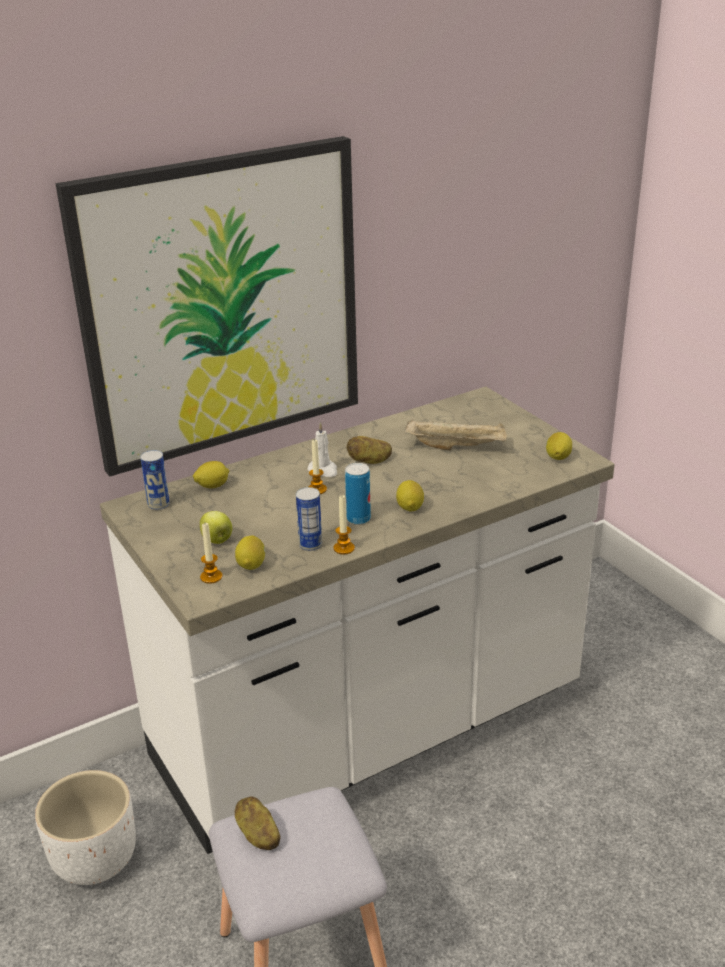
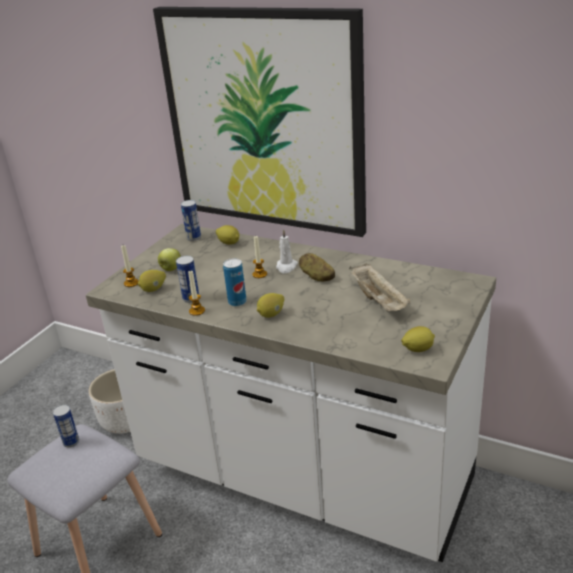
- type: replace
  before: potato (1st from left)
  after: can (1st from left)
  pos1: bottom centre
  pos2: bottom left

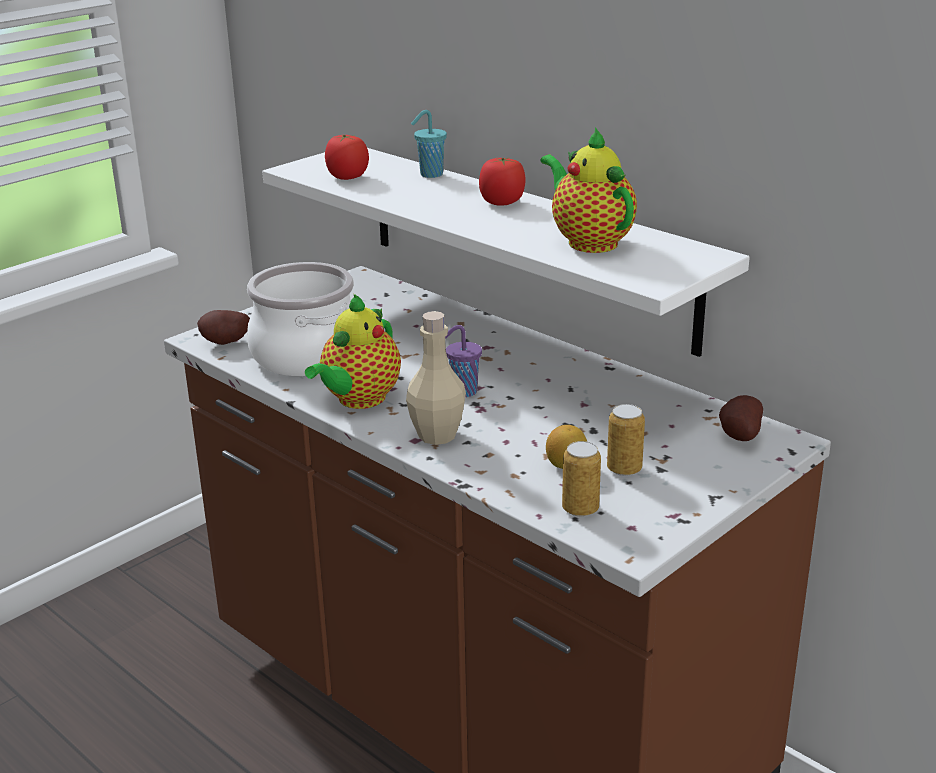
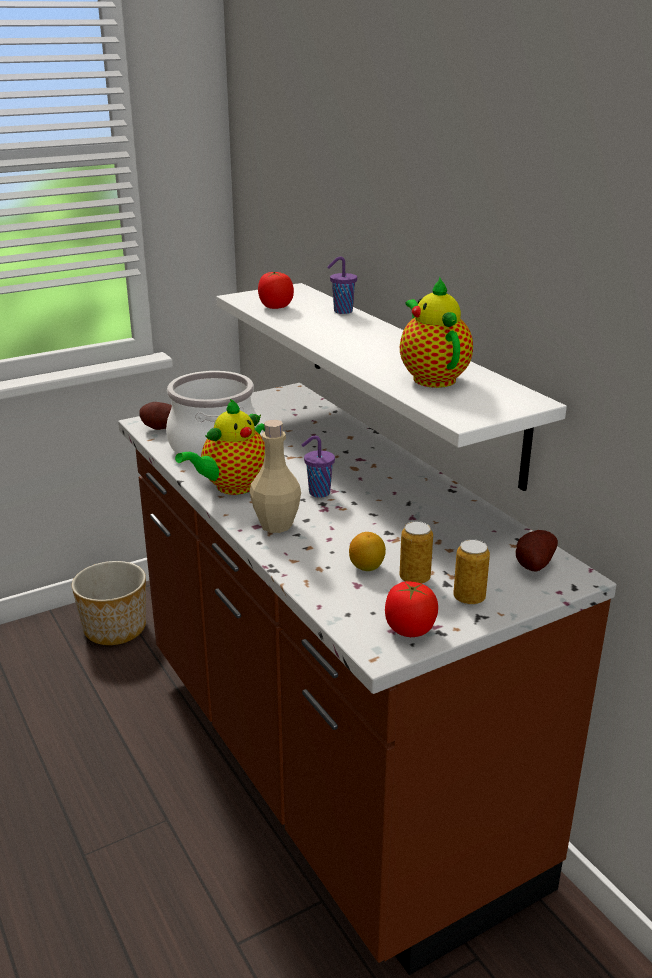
- type: insert
  after: planter
  pos2: middle left
- type: move
  before: tomato (2nd from left)
  pos1: top centre
  pos2: centre
- type: move
  before: can (1st from left in the first image)
  after: can (2nd from left)
  pos1: centre
  pos2: middle right
- type: recolor
  before: turquoise cup
  after: purple cup (2nd from left)
  pos1: top centre
  pos2: top centre

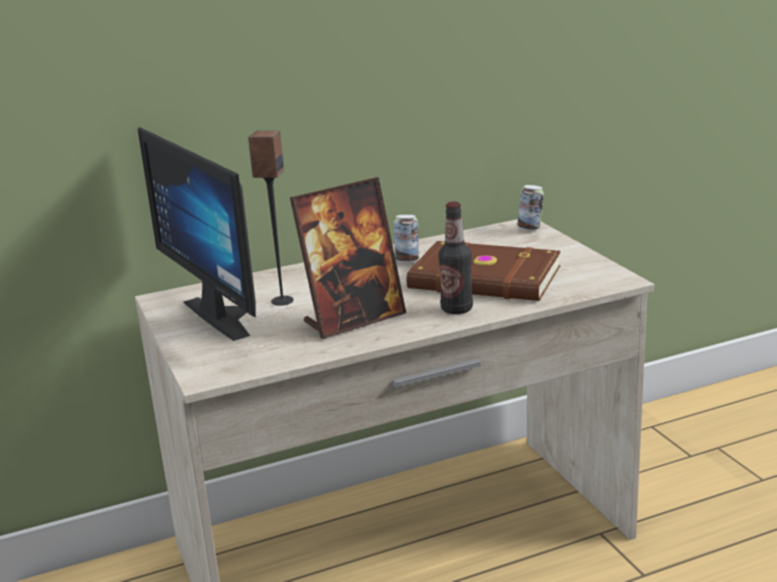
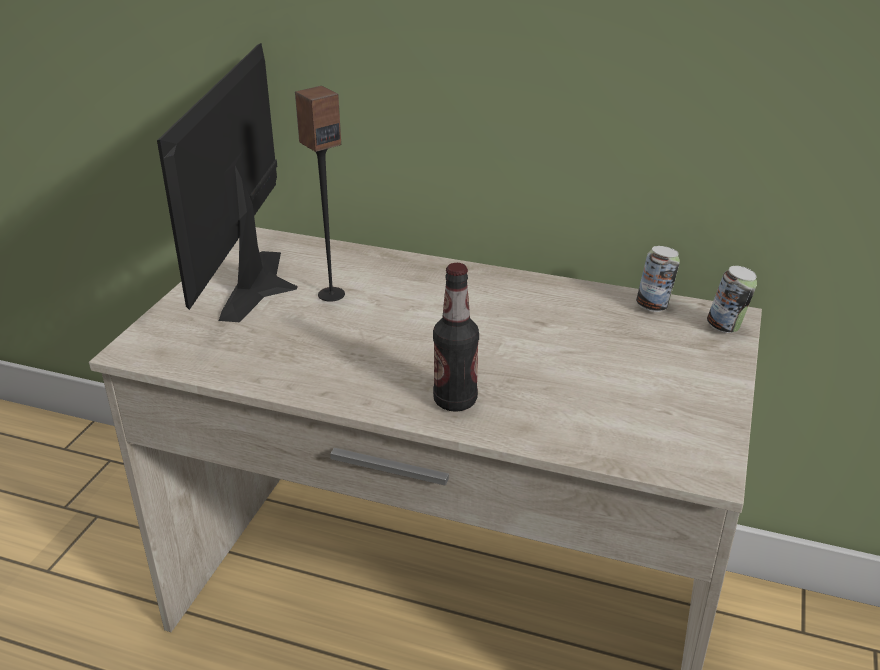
- type: delete
  before: picture frame
  pos1: centre
- type: delete
  before: brown book
  pos1: centre
- type: move
  before: can (1st from left)
  pos1: centre
  pos2: middle right

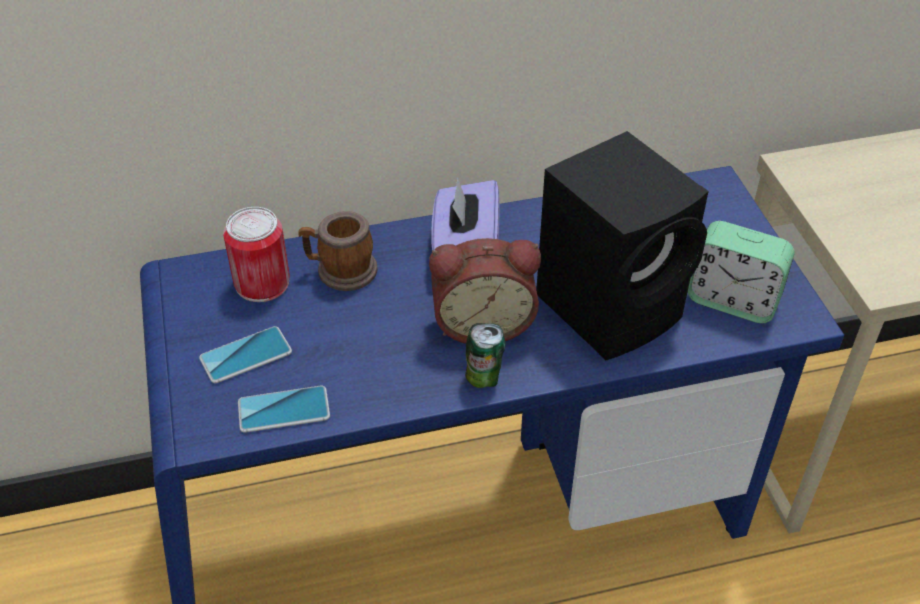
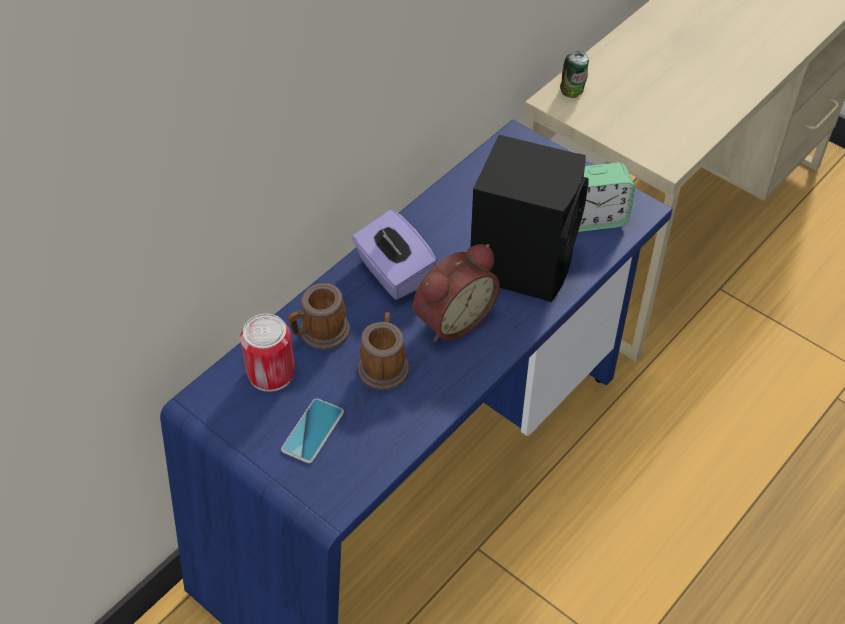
- type: delete
  before: phone (2nd from left)
  pos1: bottom left
- type: insert
  after: mug (2nd from left)
  pos2: centre
- type: move
  before: can (2nd from left)
  pos1: centre
  pos2: top right

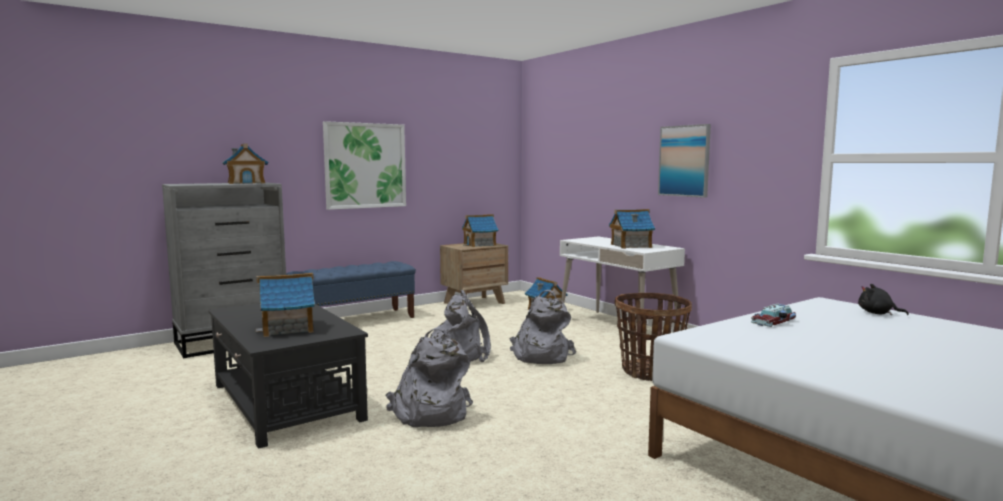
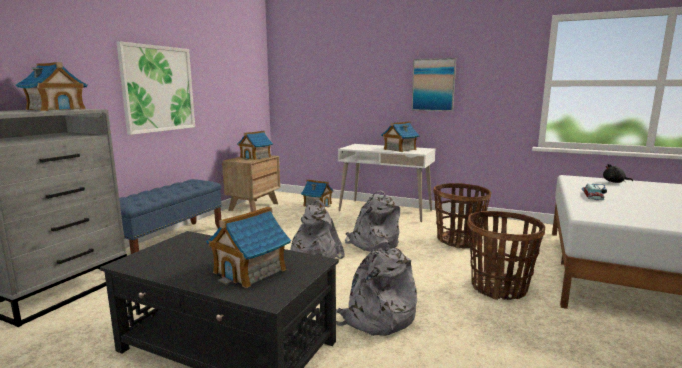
- type: insert
  after: basket (2nd from left)
  pos2: bottom right

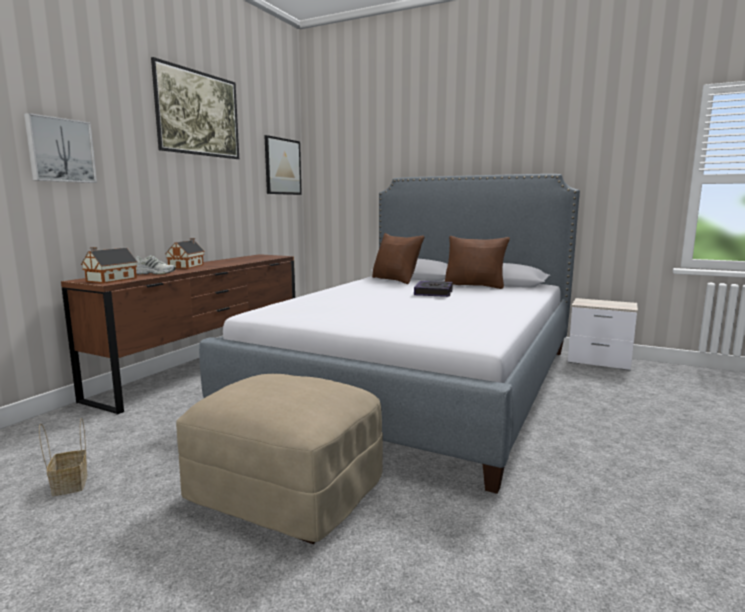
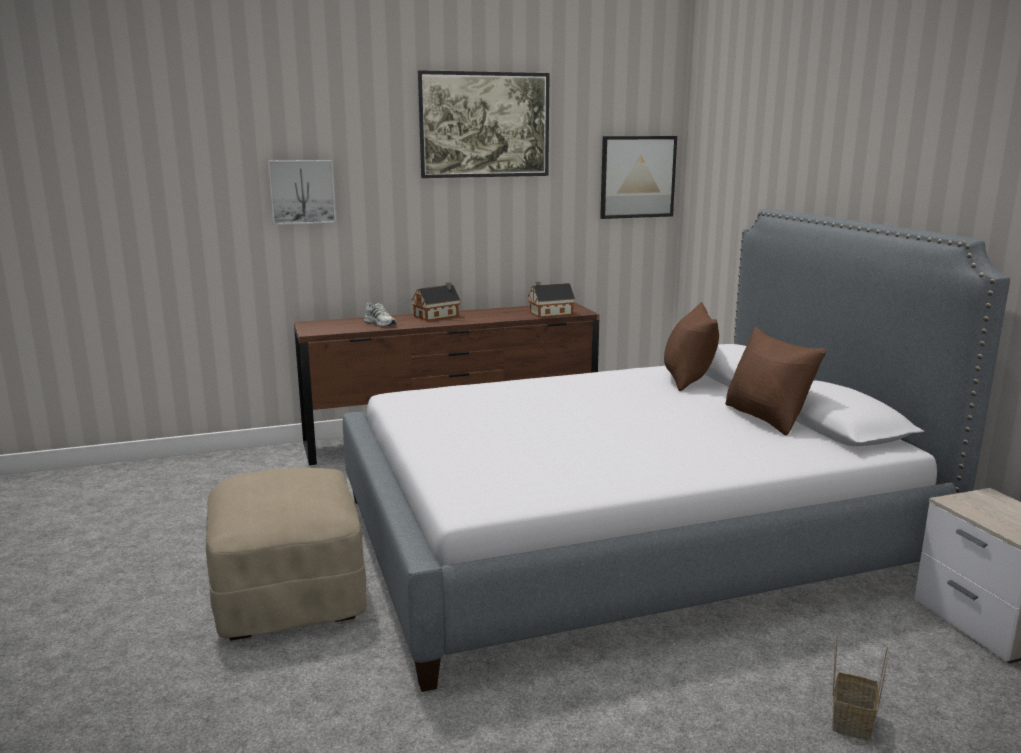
- type: delete
  before: book
  pos1: centre
- type: move
  before: basket
  pos1: bottom left
  pos2: bottom right
- type: move
  before: toy house (1st from left in the first image)
  after: toy house (2nd from left)
  pos1: middle left
  pos2: centre

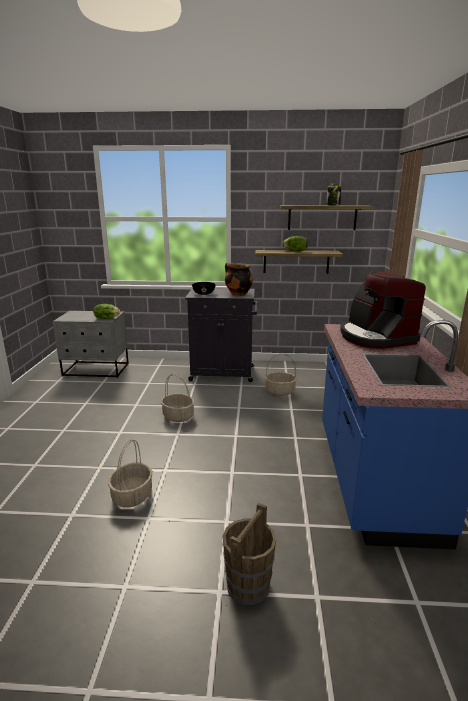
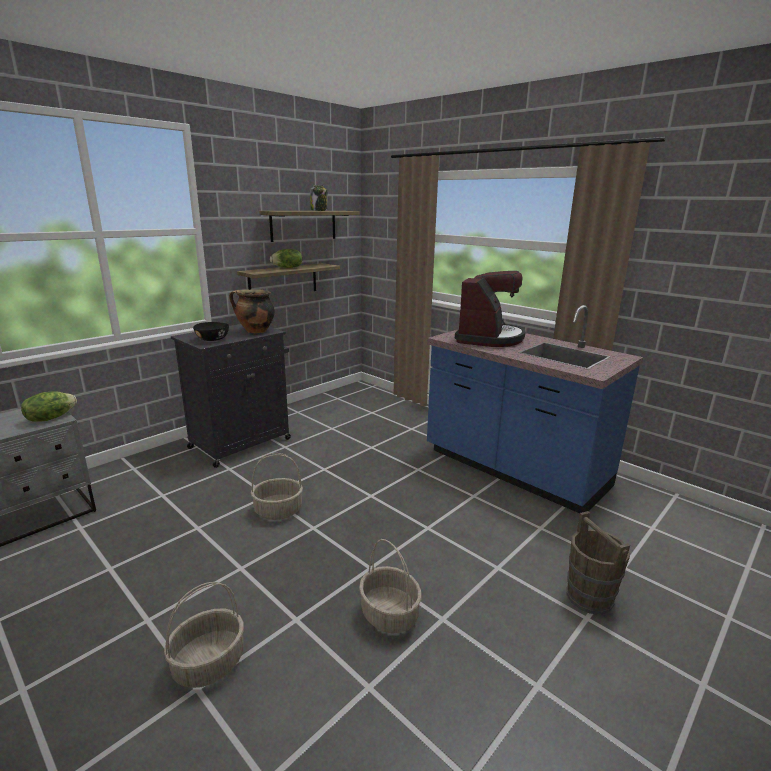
- type: move
  before: basket (3rd from left in the first image)
  after: basket (1st from left)
  pos1: centre
  pos2: bottom left
- type: rotate
  before: coffee machine
  pos1: middle right
  pos2: centre
  turn: -90

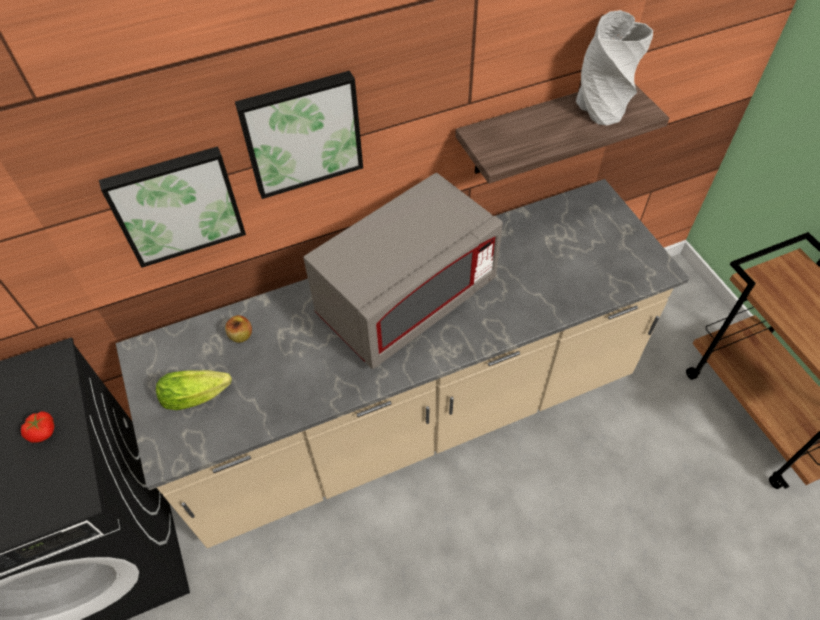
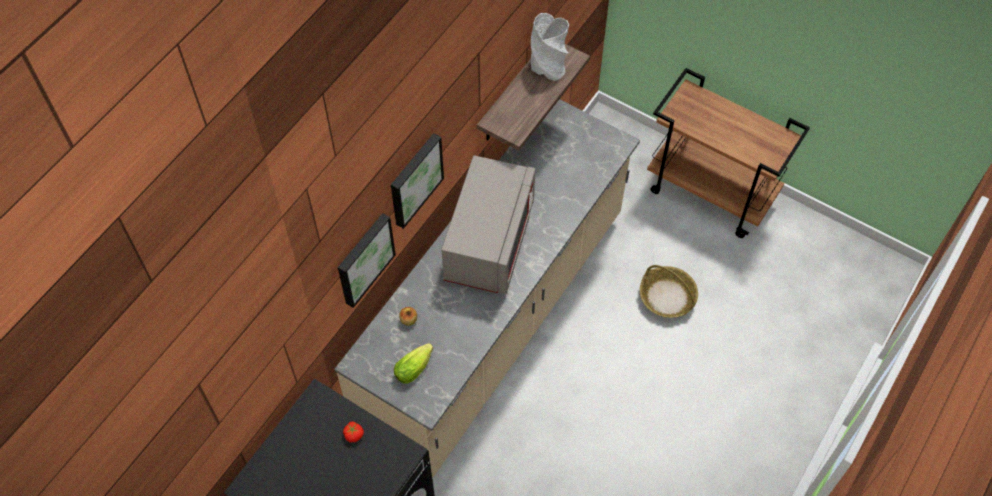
- type: insert
  after: basket
  pos2: middle right

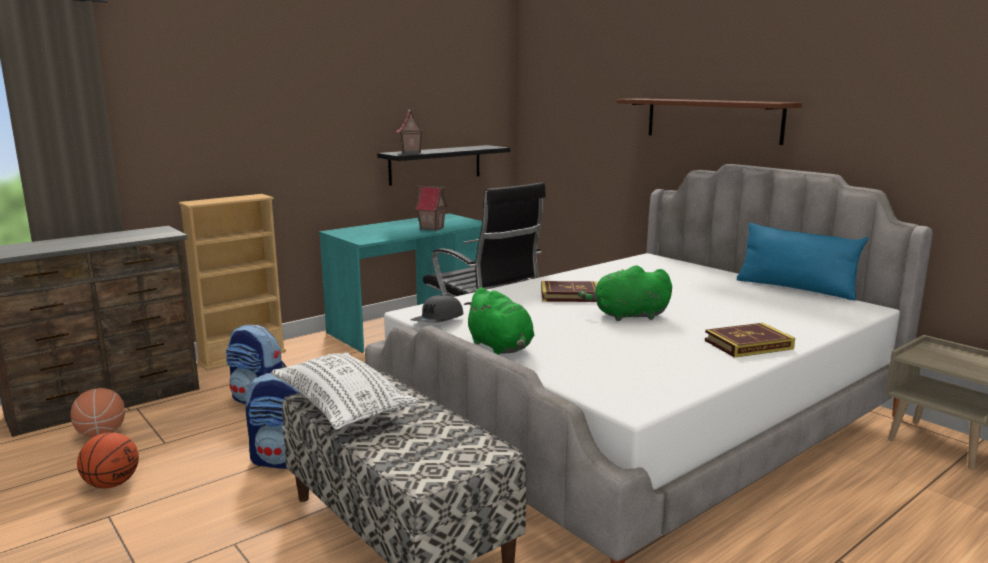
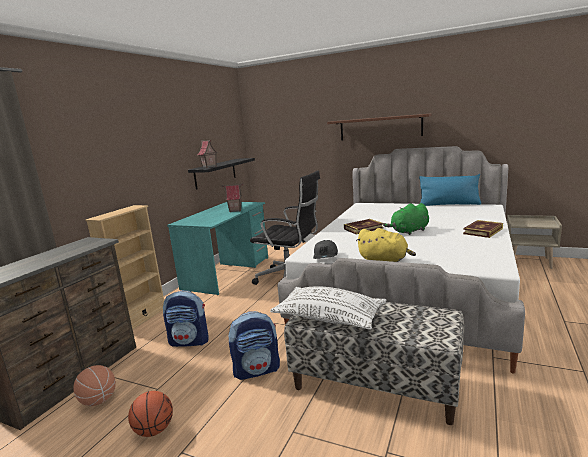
- type: recolor
  before: green plush toy (1st from left)
  after: yellow plush toy
  pos1: centre
  pos2: centre

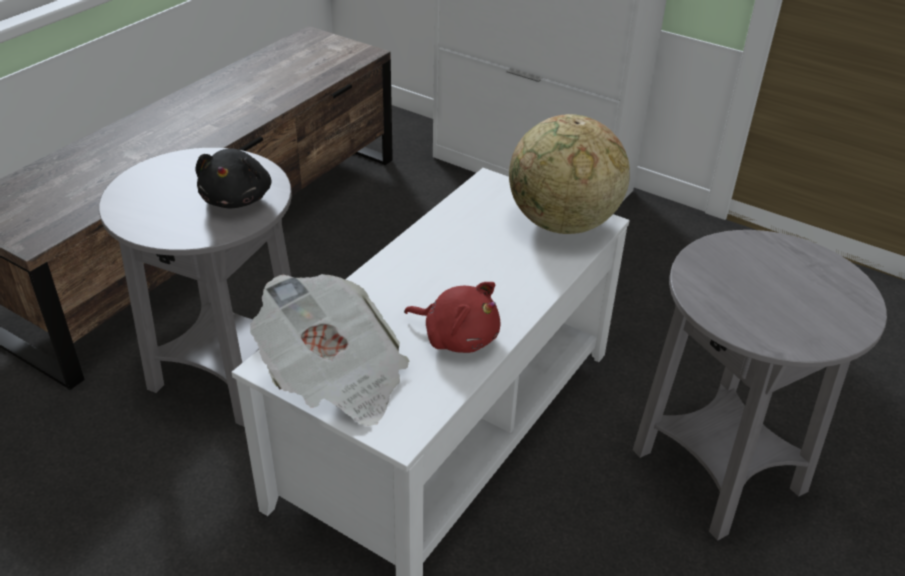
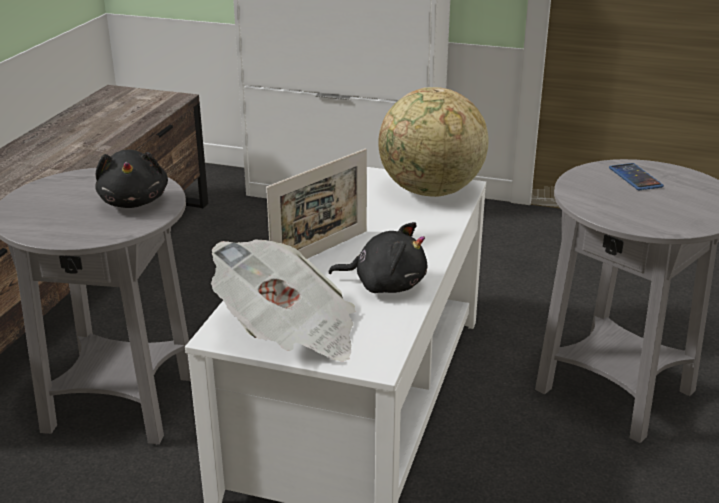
- type: insert
  after: picture frame
  pos2: centre
- type: insert
  after: phone
  pos2: middle right
- type: recolor
  before: red plush toy
  after: black plush toy (2nd from left)
  pos1: centre
  pos2: centre

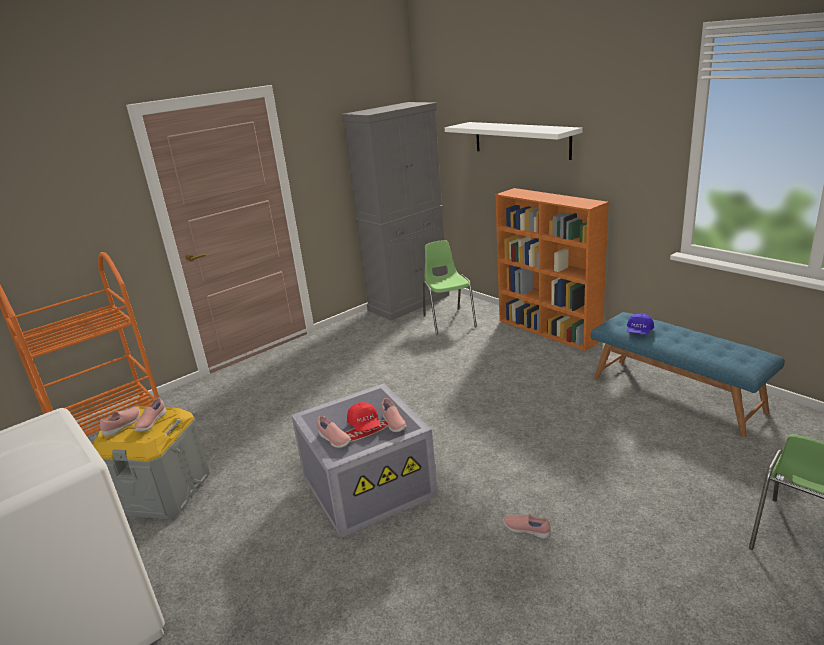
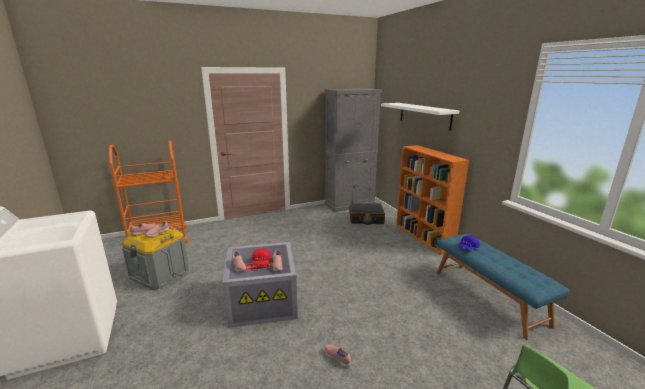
- type: replace
  before: green chair (1st from left)
  after: black suitcase
  pos1: centre
  pos2: centre

